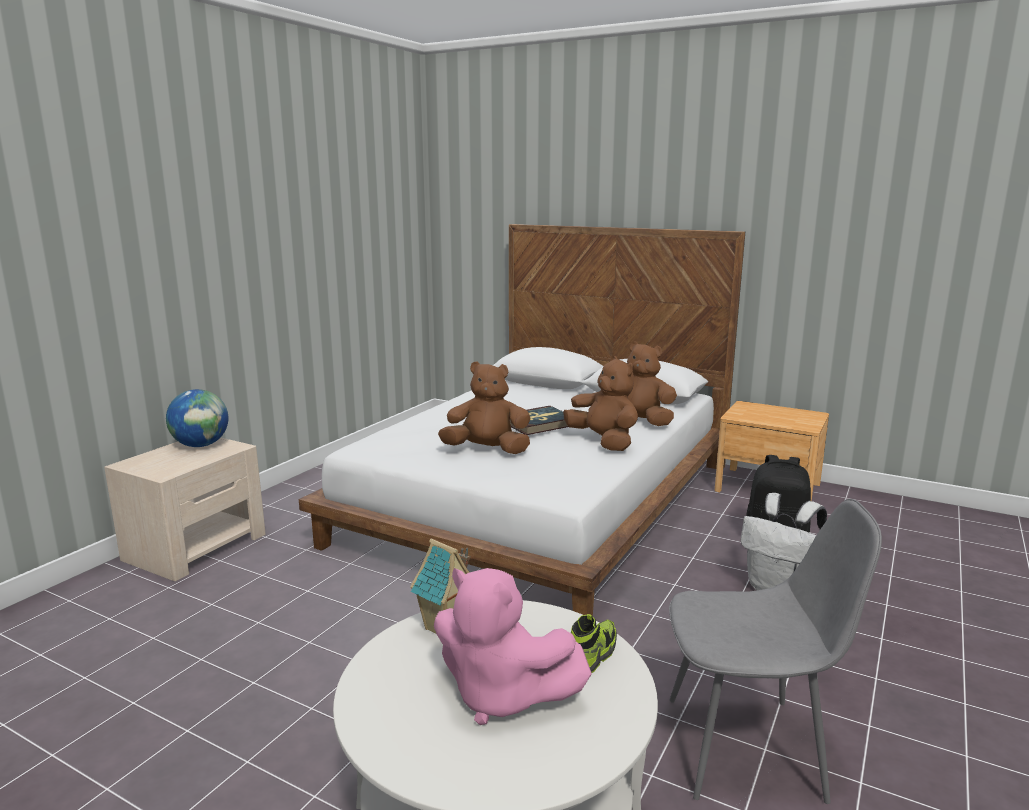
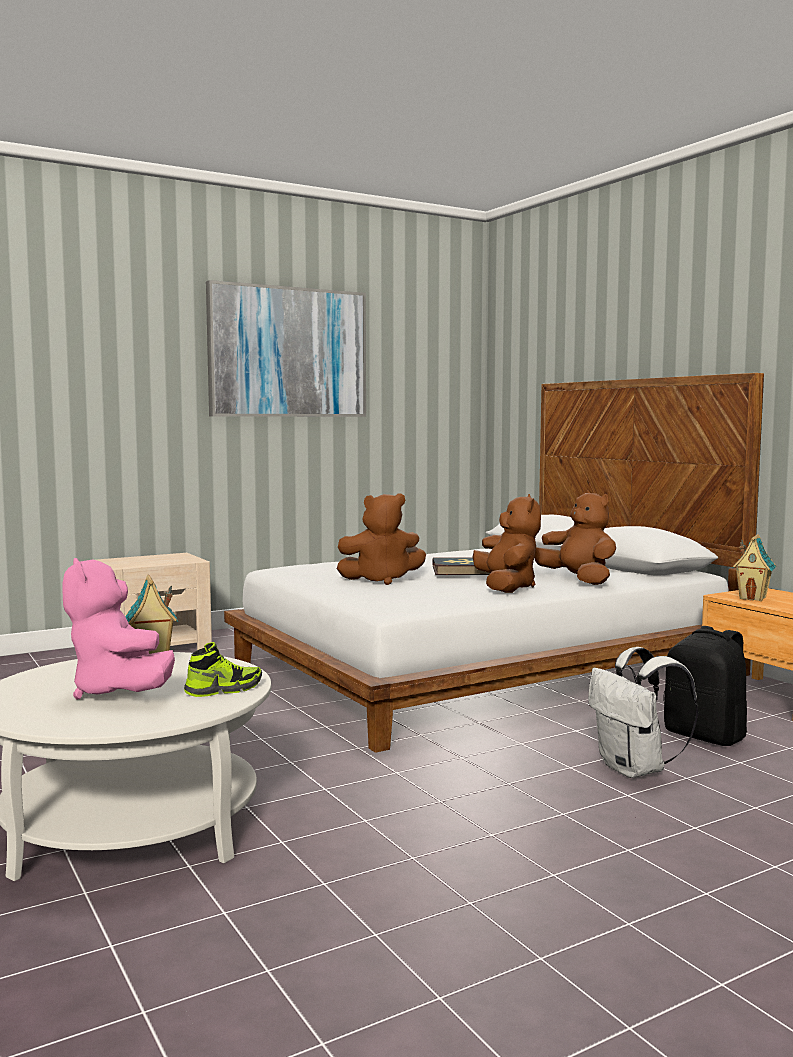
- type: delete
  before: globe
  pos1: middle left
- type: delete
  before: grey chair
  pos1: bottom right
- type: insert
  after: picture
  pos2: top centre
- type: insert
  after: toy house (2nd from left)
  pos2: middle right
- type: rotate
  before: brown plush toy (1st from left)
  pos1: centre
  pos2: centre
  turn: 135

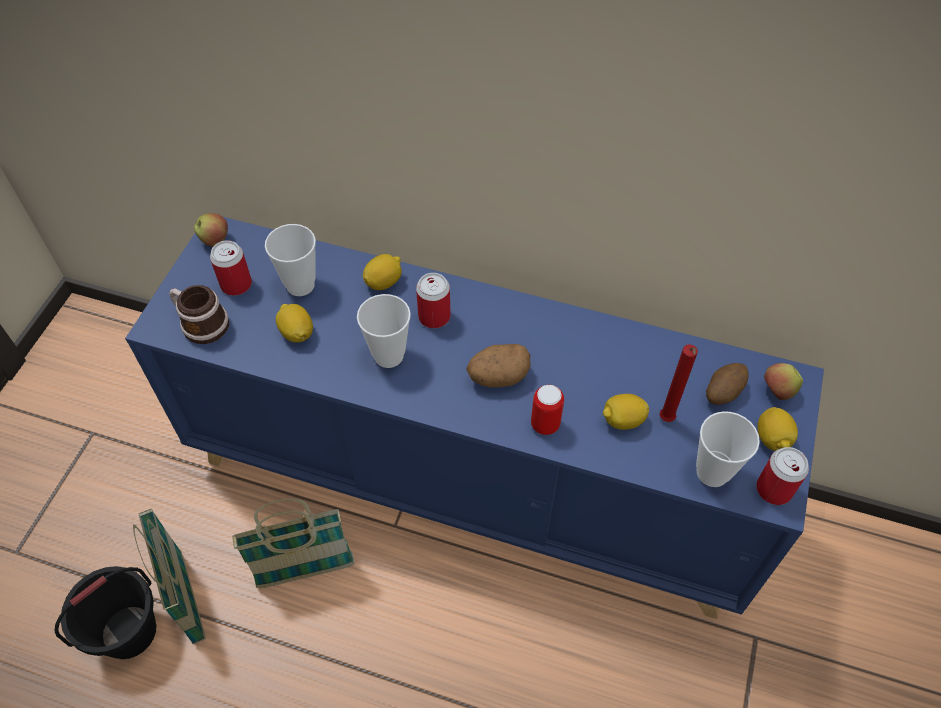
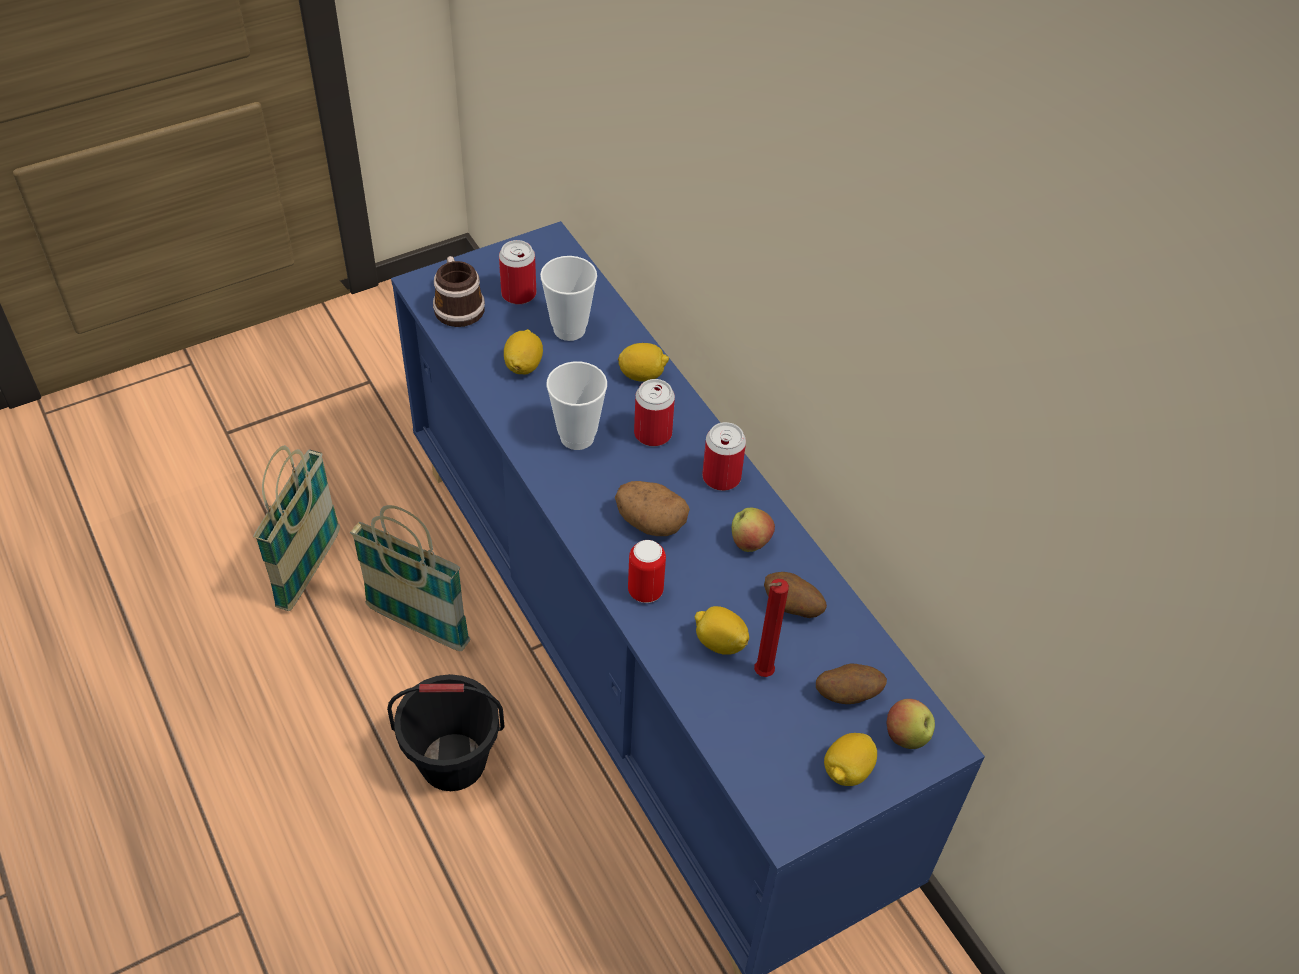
- type: delete
  before: cup (3rd from left)
  pos1: middle right
- type: insert
  after: potato (2nd from left)
  pos2: centre
- type: move
  before: black bucket
  pos1: bottom left
  pos2: bottom centre
- type: move
  before: apple (1st from left)
  pos1: top left
  pos2: centre
- type: move
  before: can (4th from left)
  pos1: bottom right
  pos2: centre

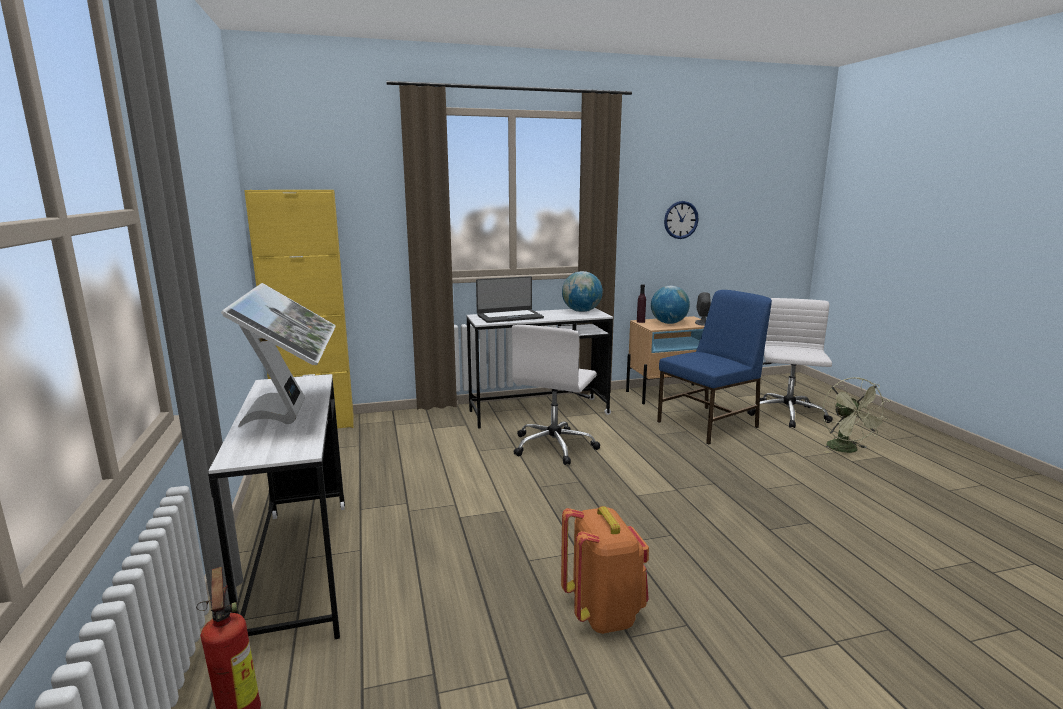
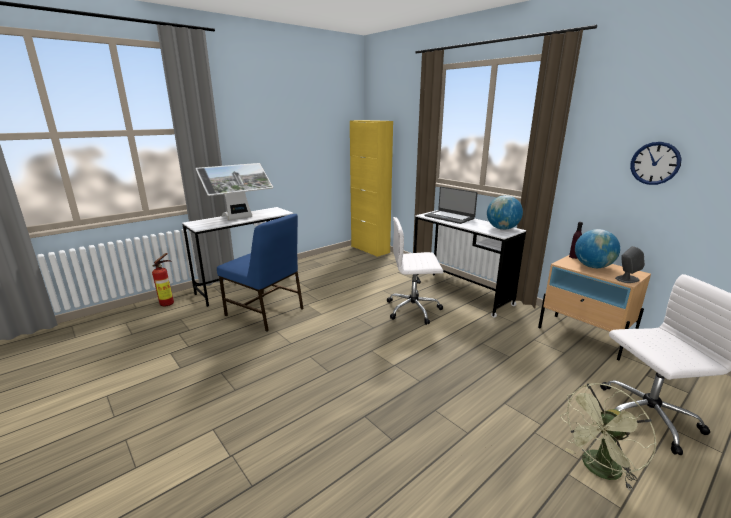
- type: delete
  before: orange backpack
  pos1: bottom centre
- type: move
  before: blue chair
  pos1: middle right
  pos2: centre

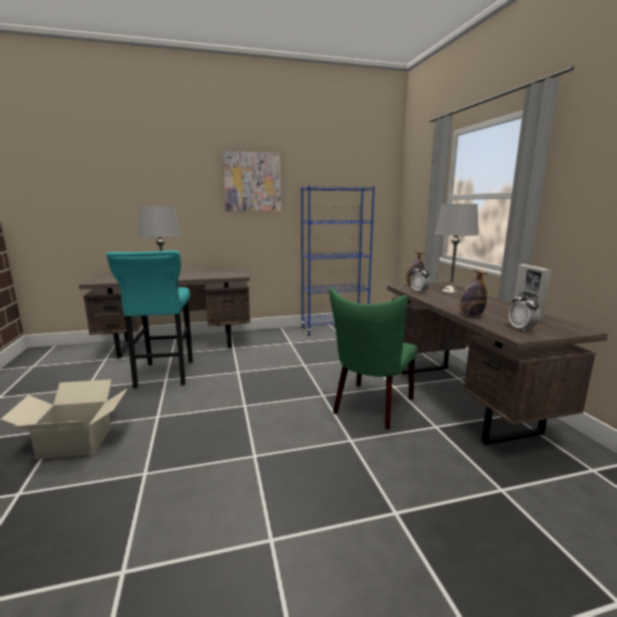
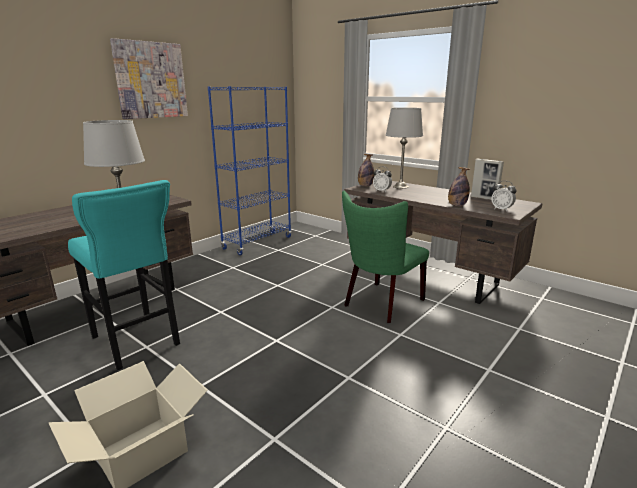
- type: rotate
  before: green chair
  pos1: centre
  pos2: centre
  turn: 45

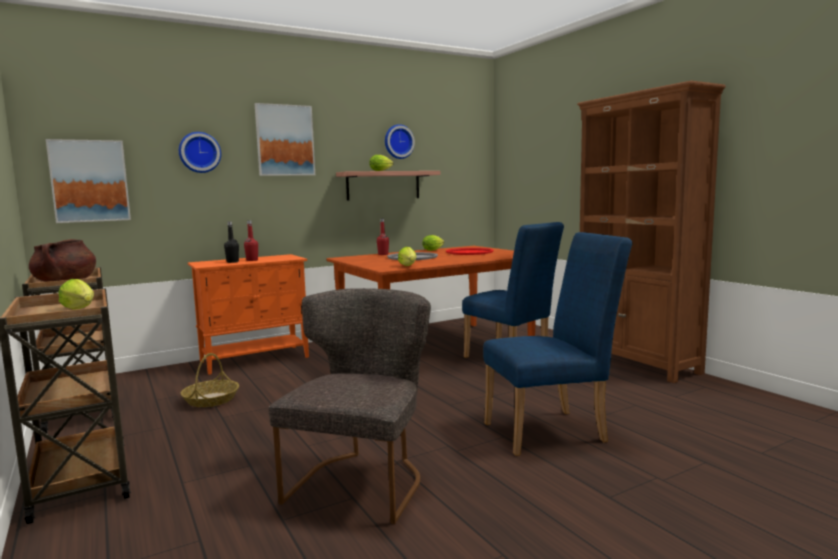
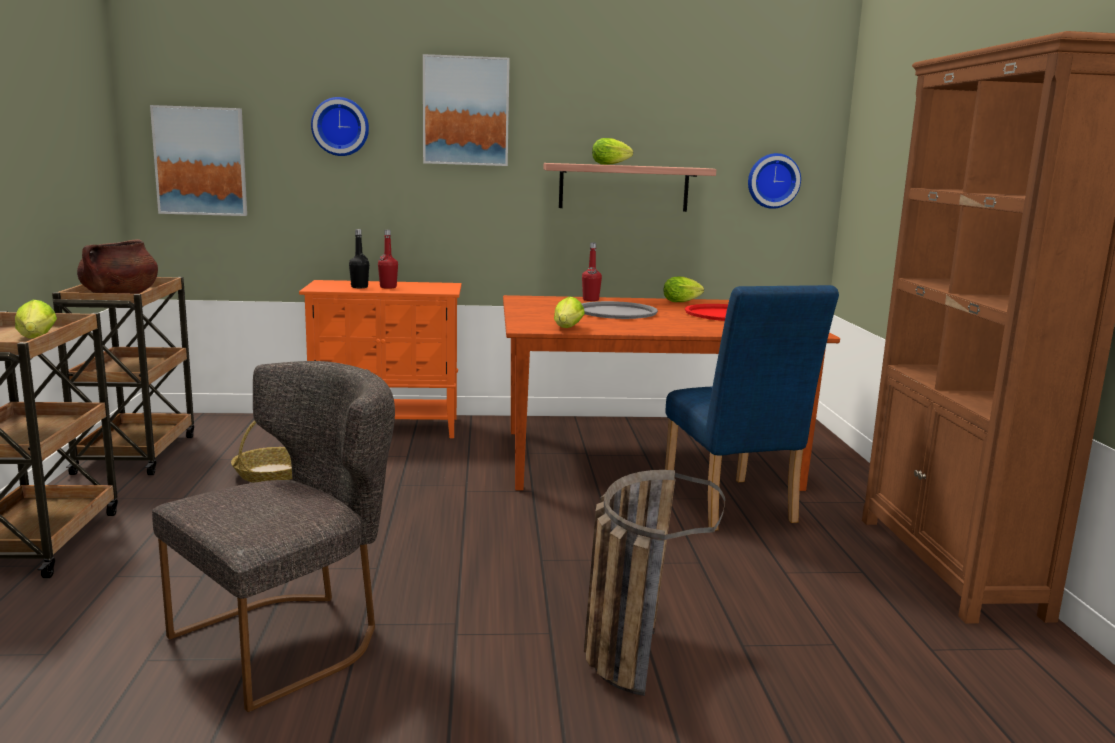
- type: move
  before: wall clock (2nd from left)
  pos1: top centre
  pos2: top right
- type: replace
  before: blue chair (2nd from left)
  after: basket (2nd from left)
  pos1: centre
  pos2: bottom centre

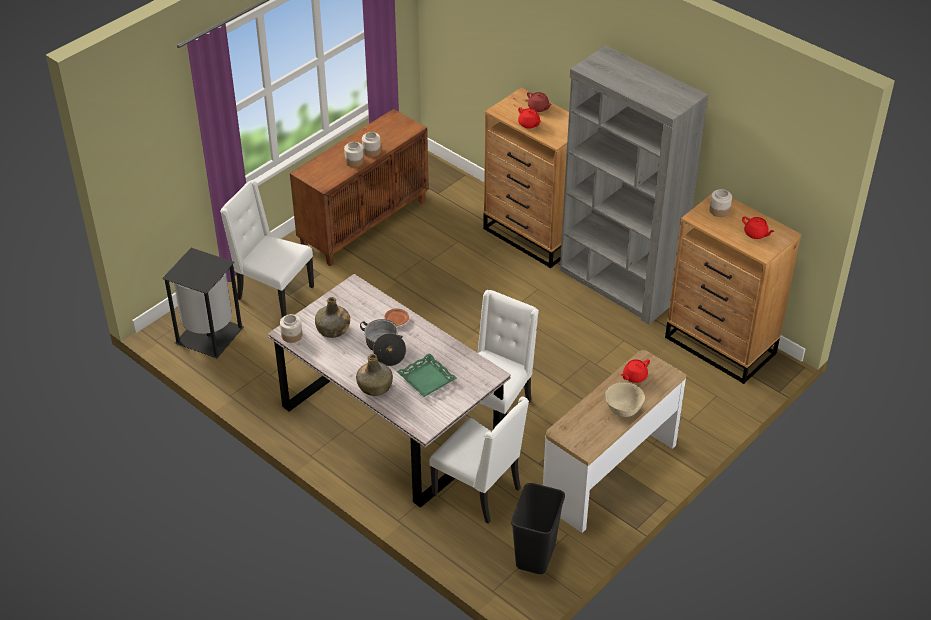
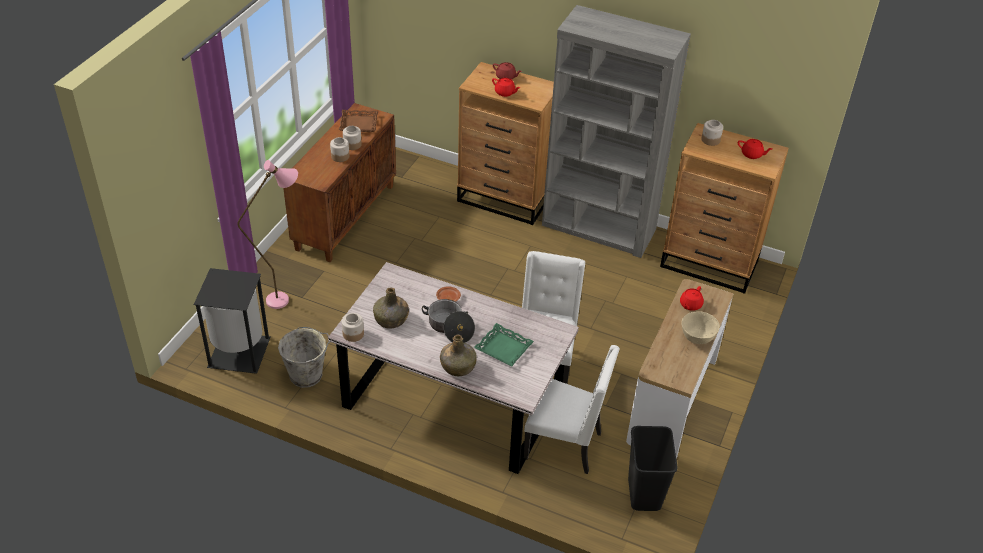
- type: insert
  after: grey bucket
  pos2: middle left
- type: insert
  after: brown tray
  pos2: top centre
- type: replace
  before: white chair (1st from left)
  after: pink floor lamp
  pos1: middle left
  pos2: middle left

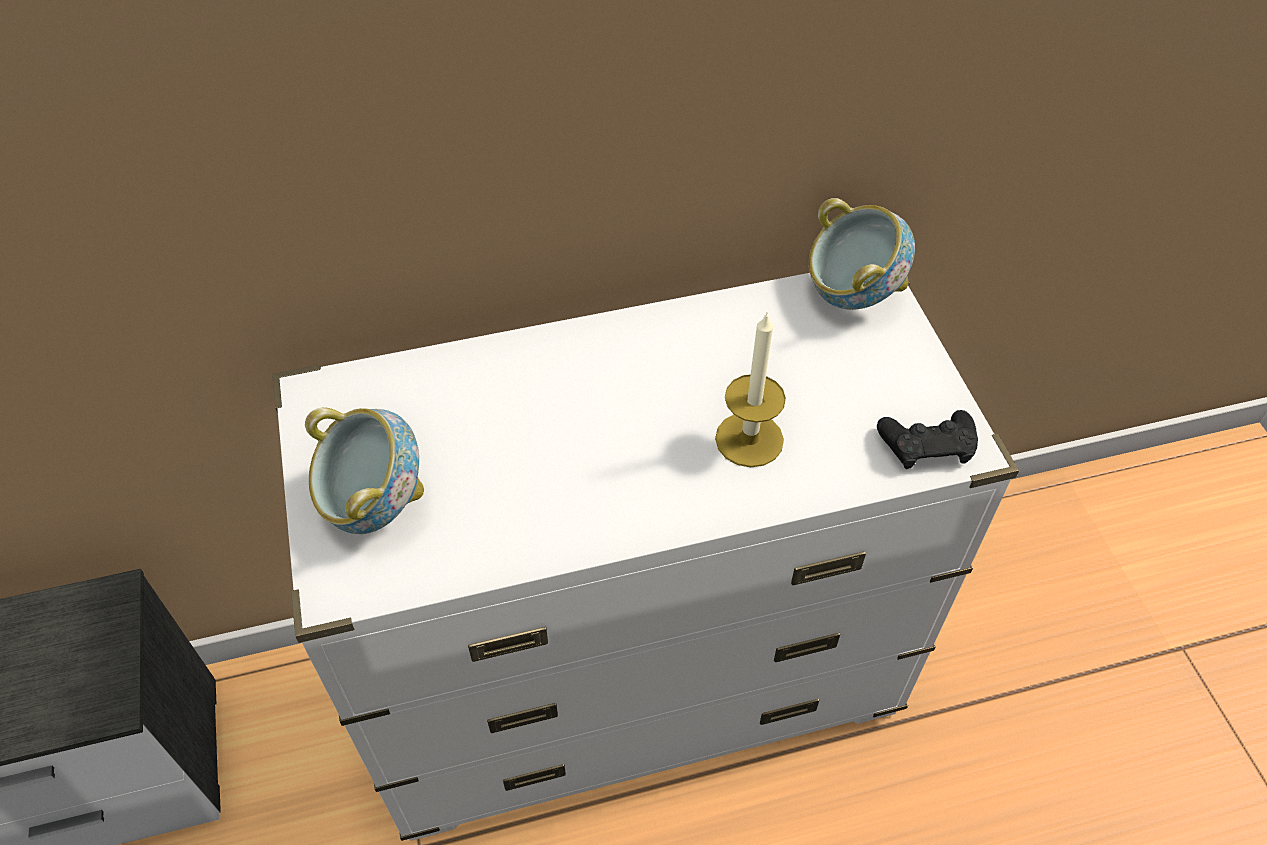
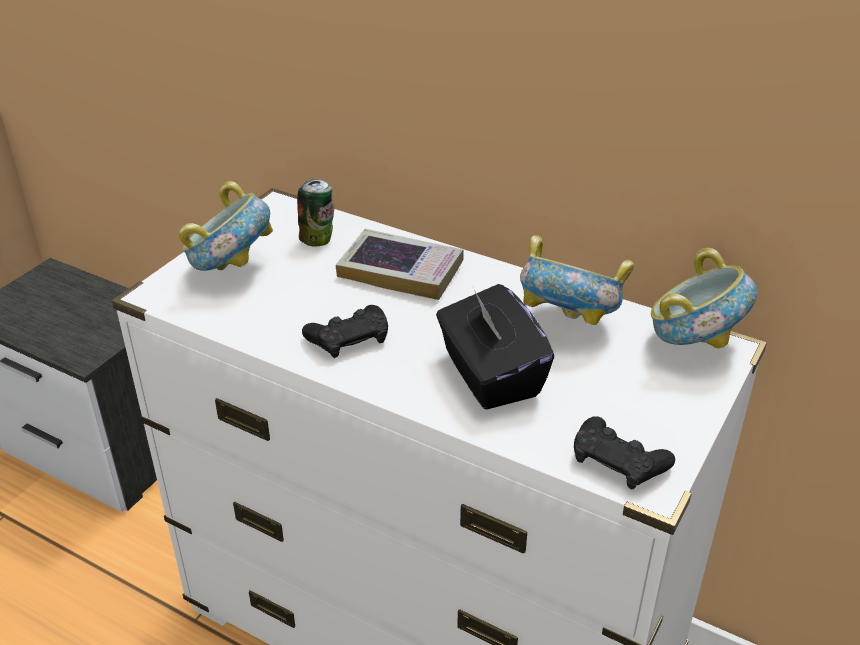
- type: insert
  after: can
  pos2: top centre
- type: insert
  after: black game controller (1st from left)
  pos2: centre
- type: insert
  after: book
  pos2: centre
- type: insert
  after: bowl (2nd from left)
  pos2: middle right
- type: replace
  before: candle
  after: black tissue box
  pos1: centre
  pos2: centre

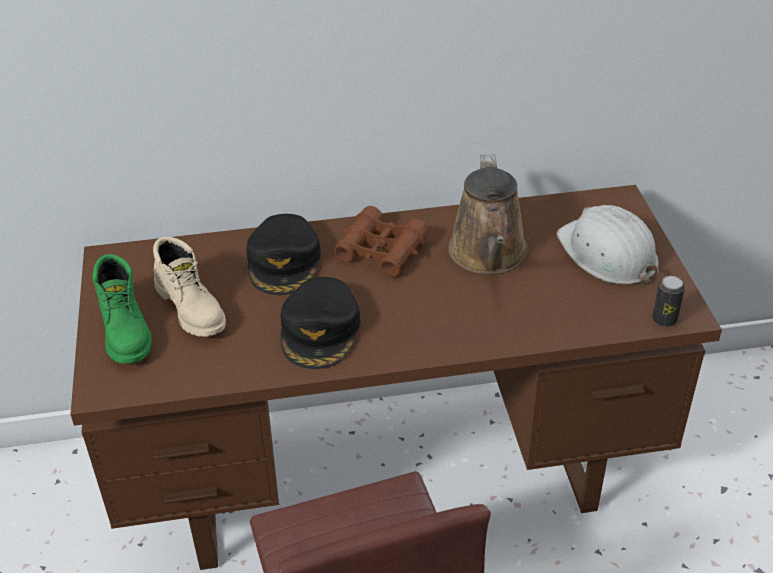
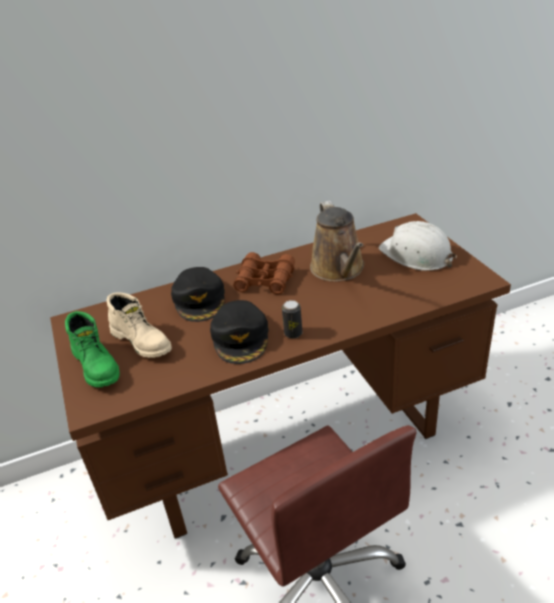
- type: move
  before: can
  pos1: middle right
  pos2: centre

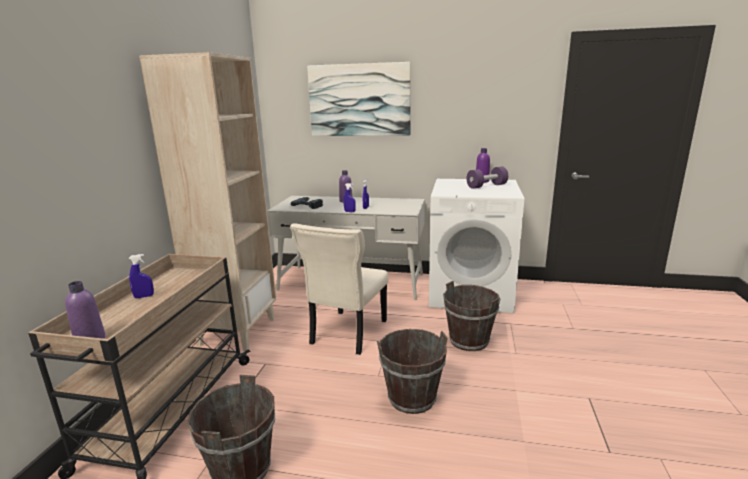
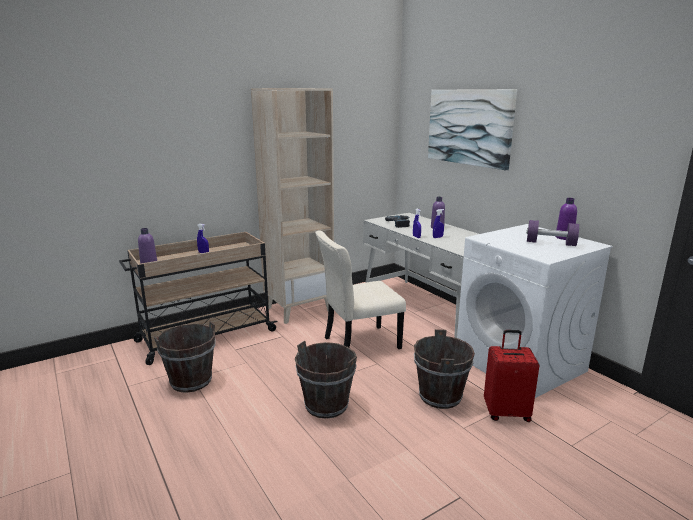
- type: insert
  after: red suitcase
  pos2: bottom right

